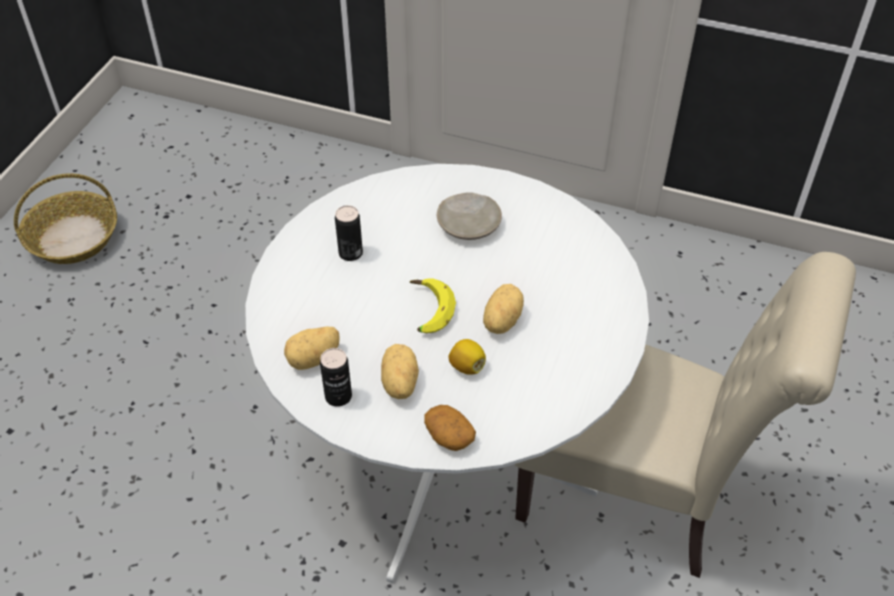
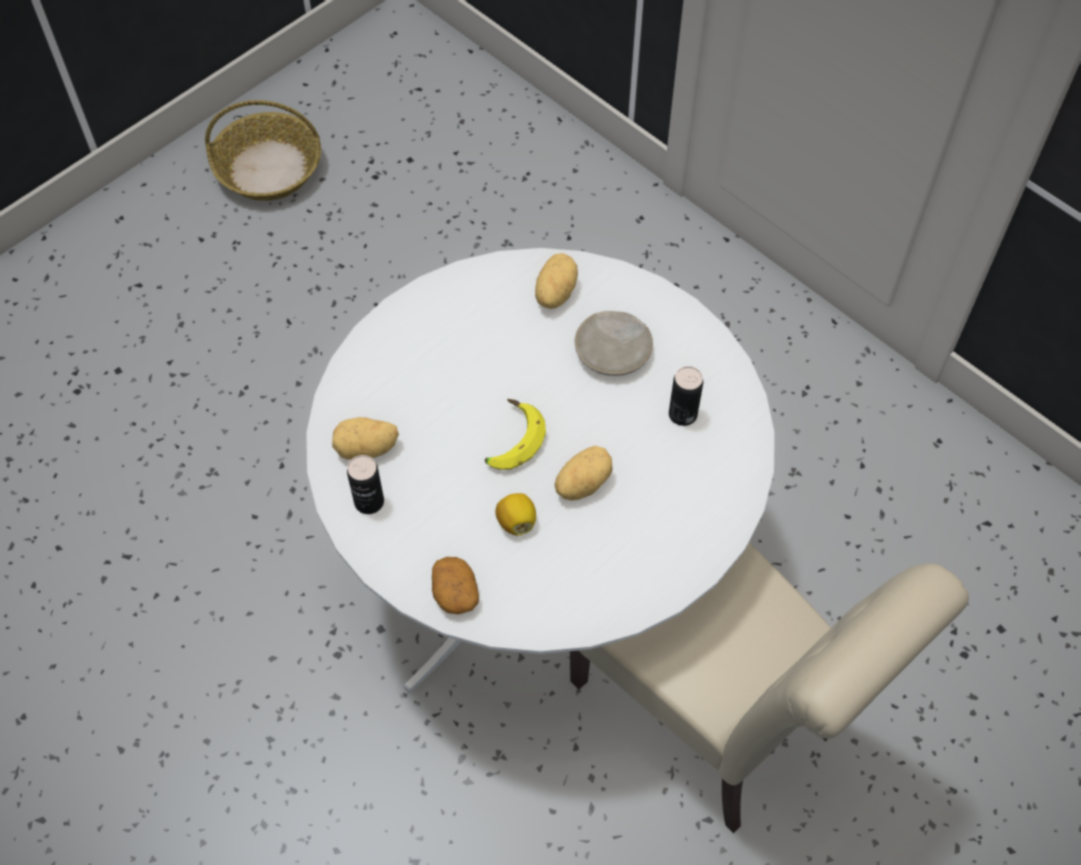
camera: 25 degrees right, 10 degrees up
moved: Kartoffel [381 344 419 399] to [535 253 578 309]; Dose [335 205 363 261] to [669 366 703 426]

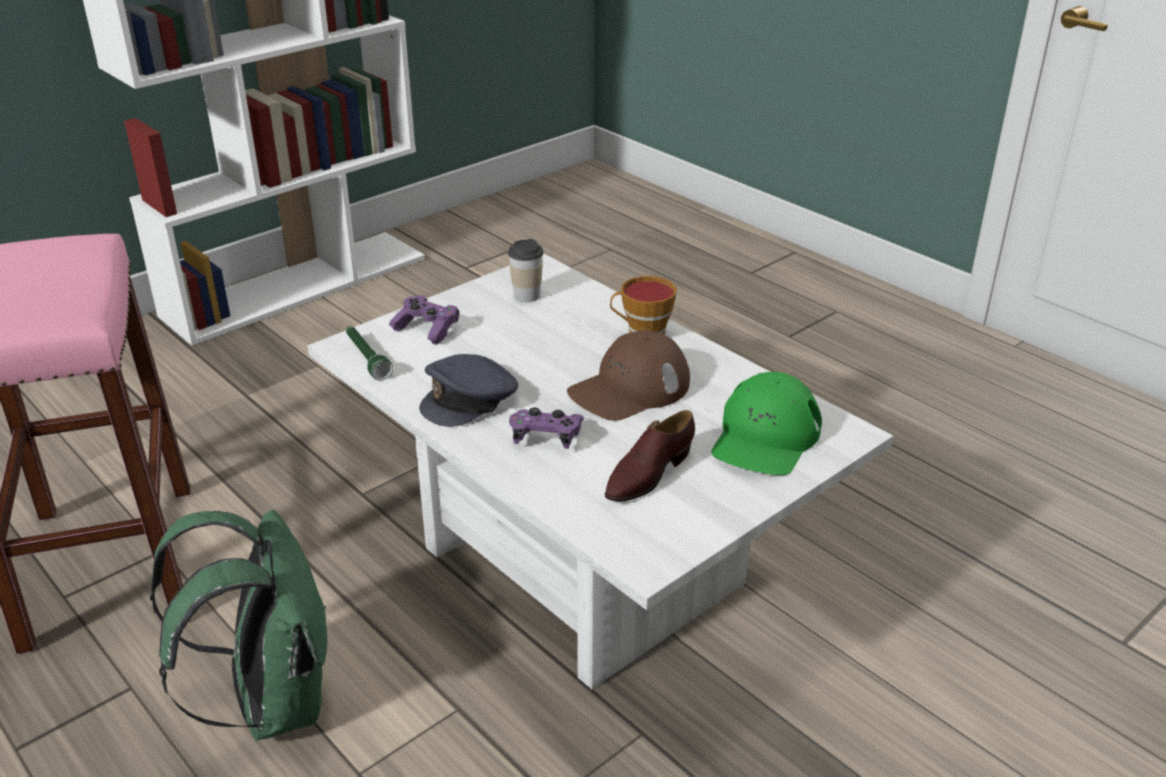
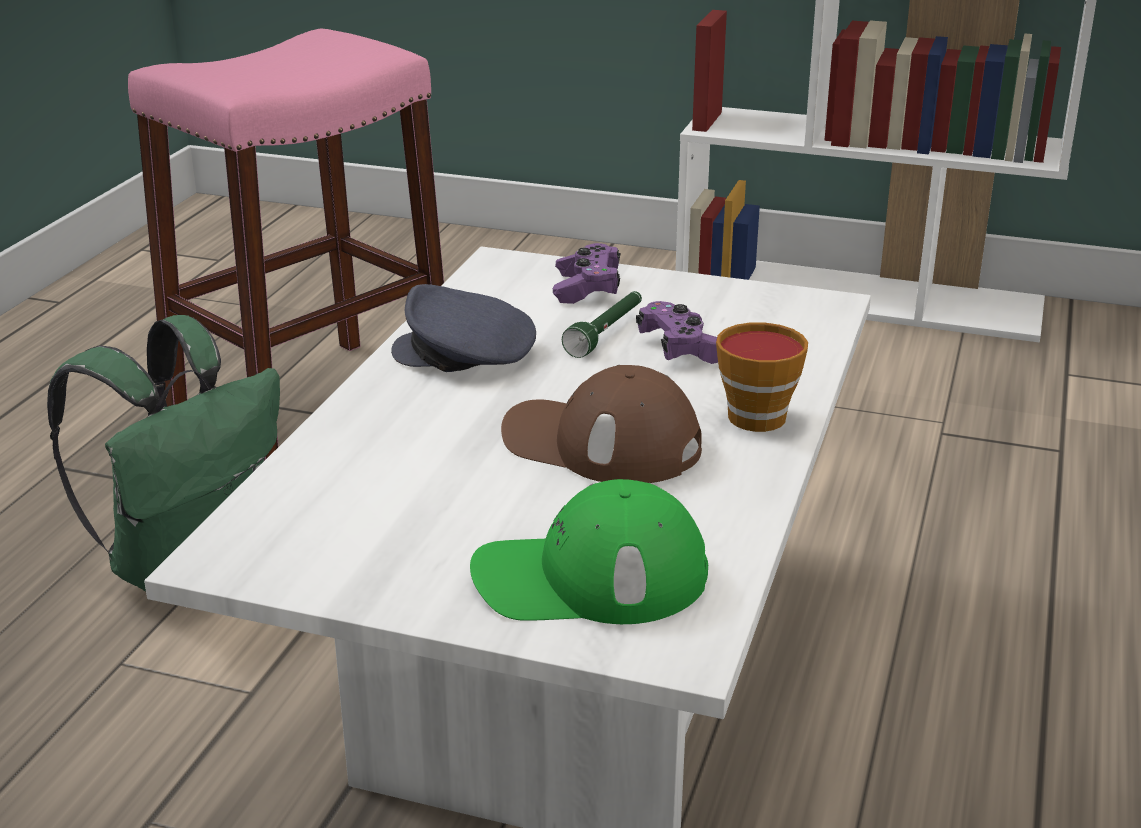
camera: 60 degrees right, 5 degrees down
removed: Tasse [508 239 543 302]; Schuh (braun) [605 410 695 502]
moved: Taschenlampe (grün) [346 326 393 381] to [562 291 642 358]; Gamepad (lila) [509 407 584 449] to [636 301 718 364]

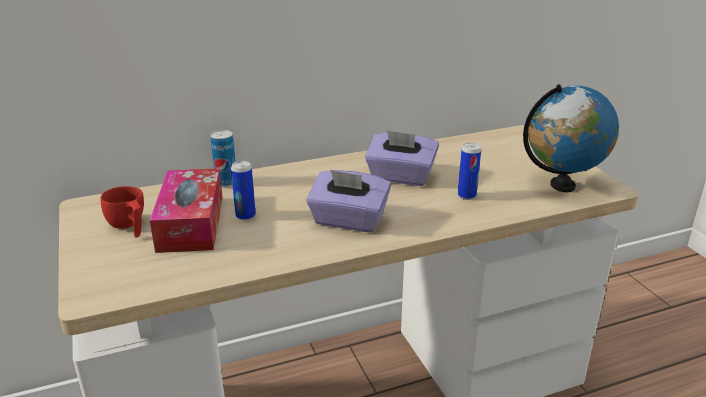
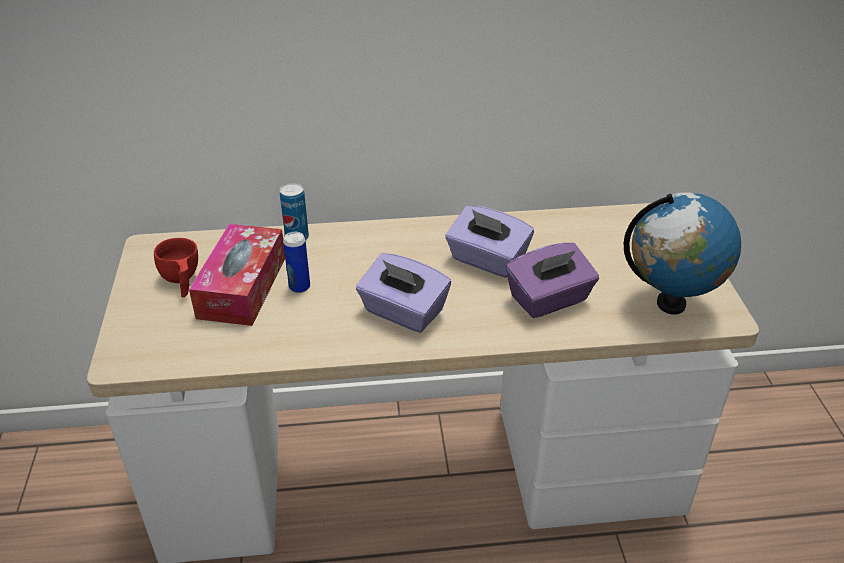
camera: 15 degrees right, 10 degrees up
replaced: Dose [458 143 481 200] to Taschentuchbox (lila) [506 243 599 318]

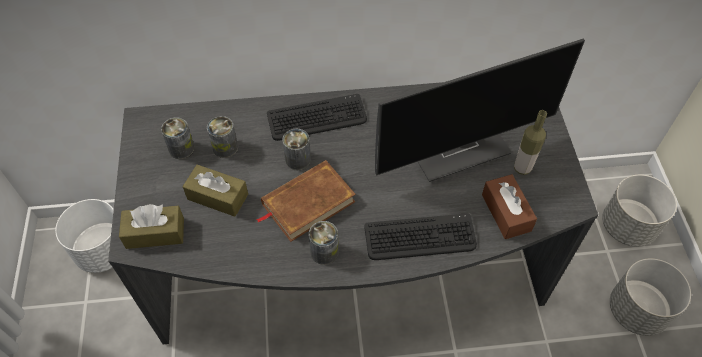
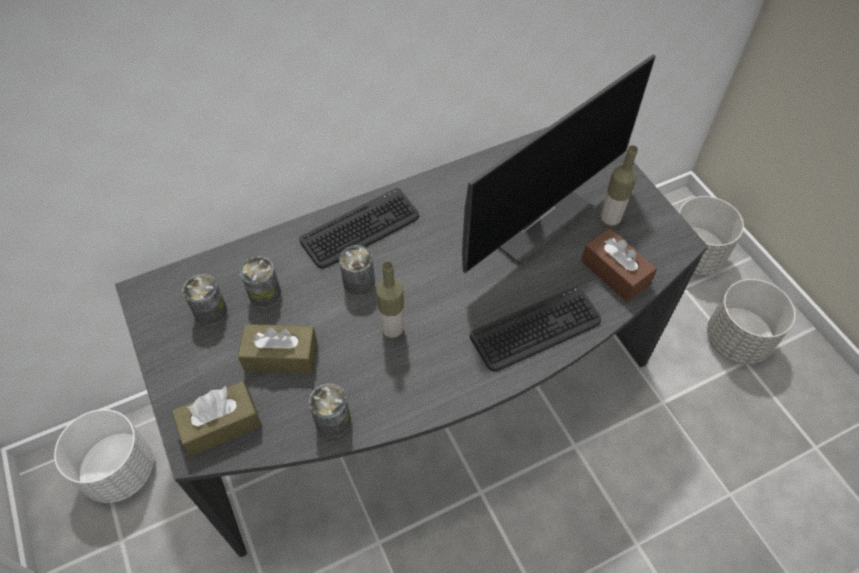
camera: 20 degrees left, 0 degrees up
moved: Dose [309 221 339 265] to [309 384 351 438]
replaced: Buch (braun) [256 160 356 242] to Flasche [376 261 404 339]

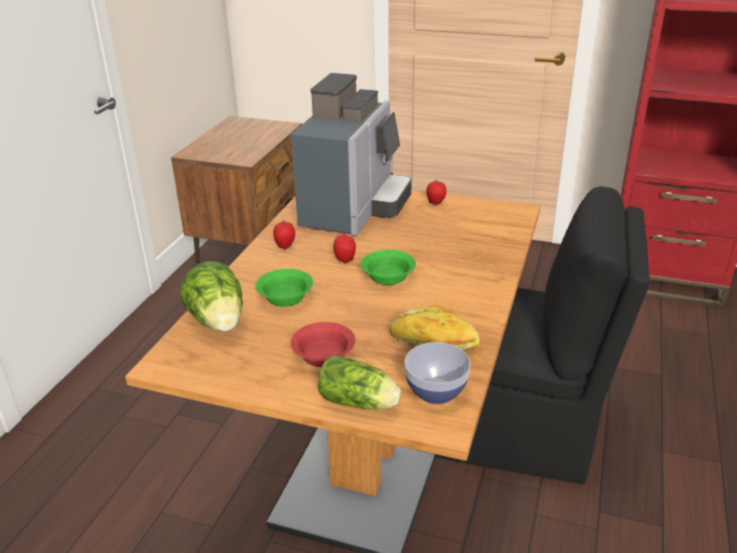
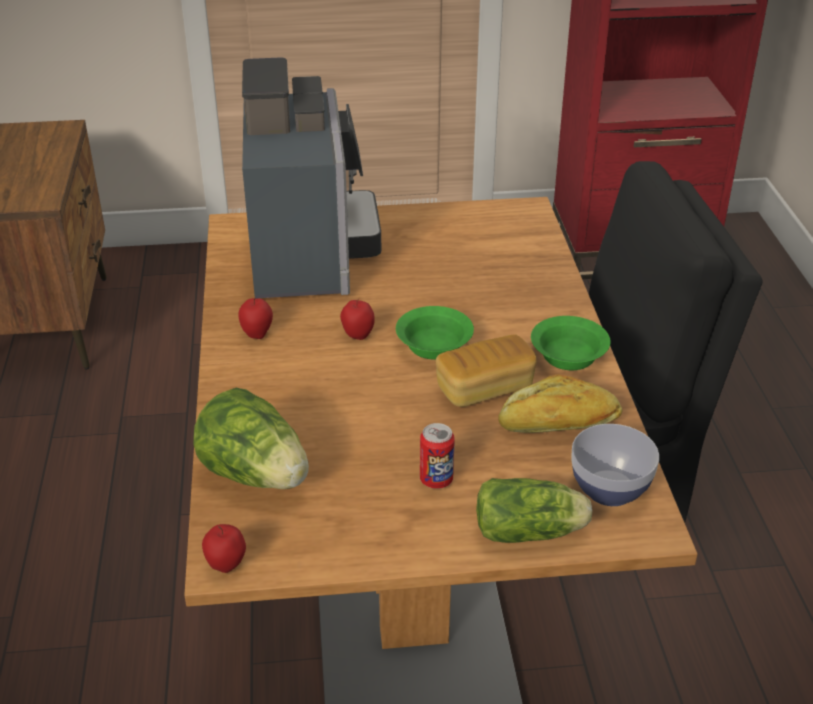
camera: 25 degrees left, 5 degrees up
added: Brot [436 334 537 407]
moved: Apfel [427 178 446 205] to [202 524 246 573]; Schüssel (grün) [255 269 313 307] to [531 316 611 370]
replaced: Schüssel (rot) [291 322 355 367] to Dose [420 423 455 489]

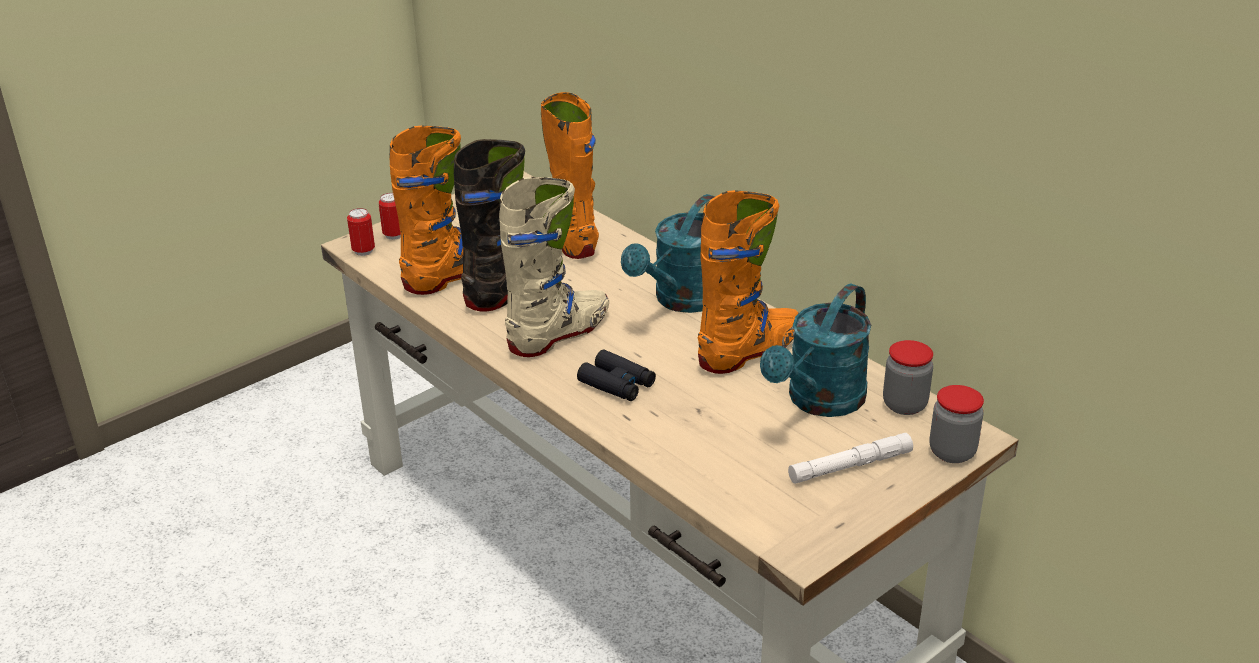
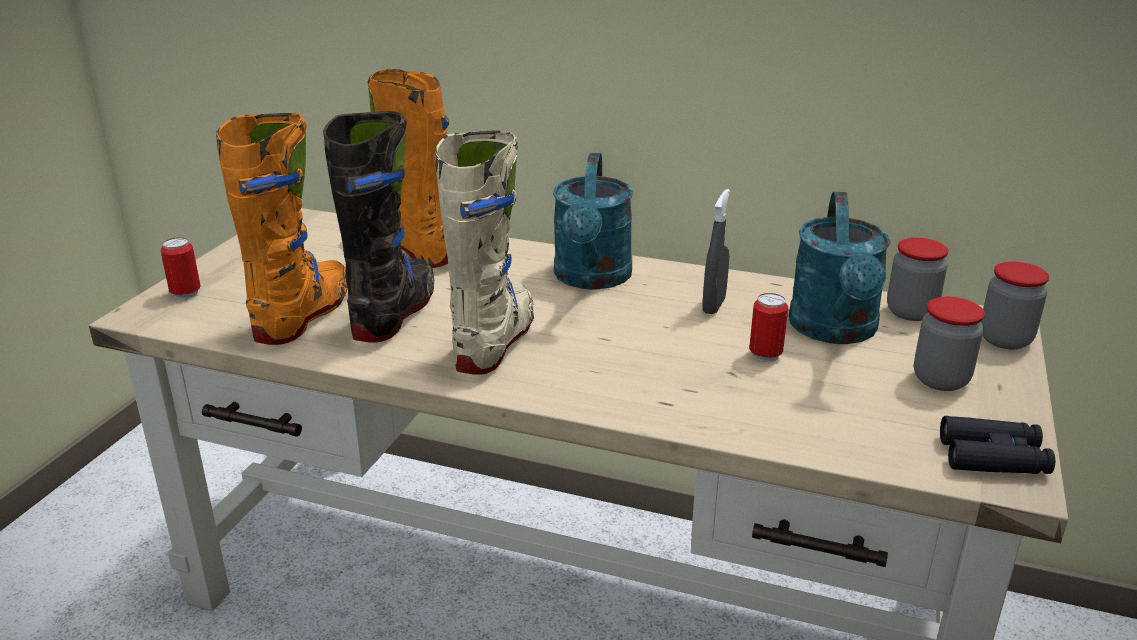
camera: 30 degrees left, 5 degrees down
moved: Dose [347 208 375 256] to [749 293 788 362]; Fernglas (schwarz) [577 350 656 401] to [940 416 1055 474]
replaced: Stiefel (orange) [698 190 799 374] to Sprühflasche (grau) [702 189 730 314]; Taschenlampe (weiß) [788 433 913 484] to Vorratsglas [914 297 985 391]

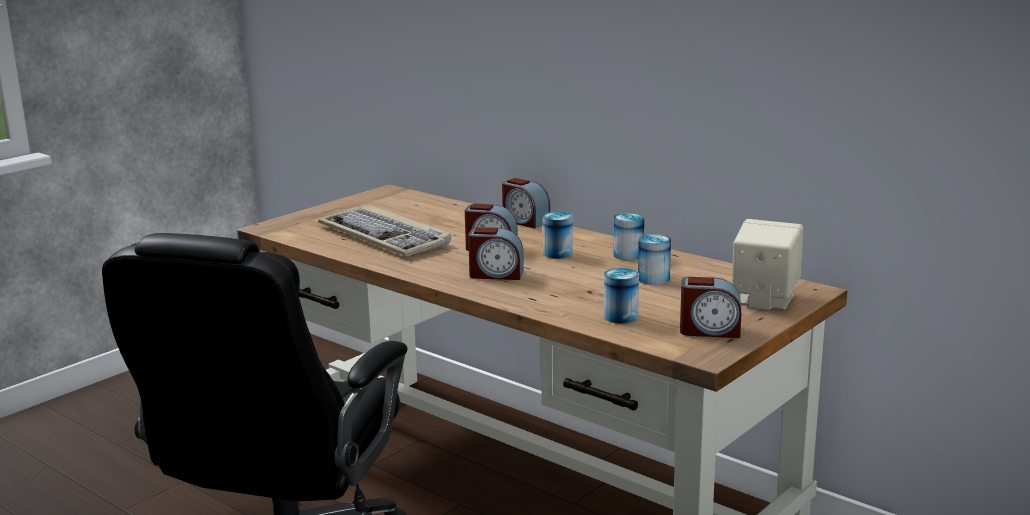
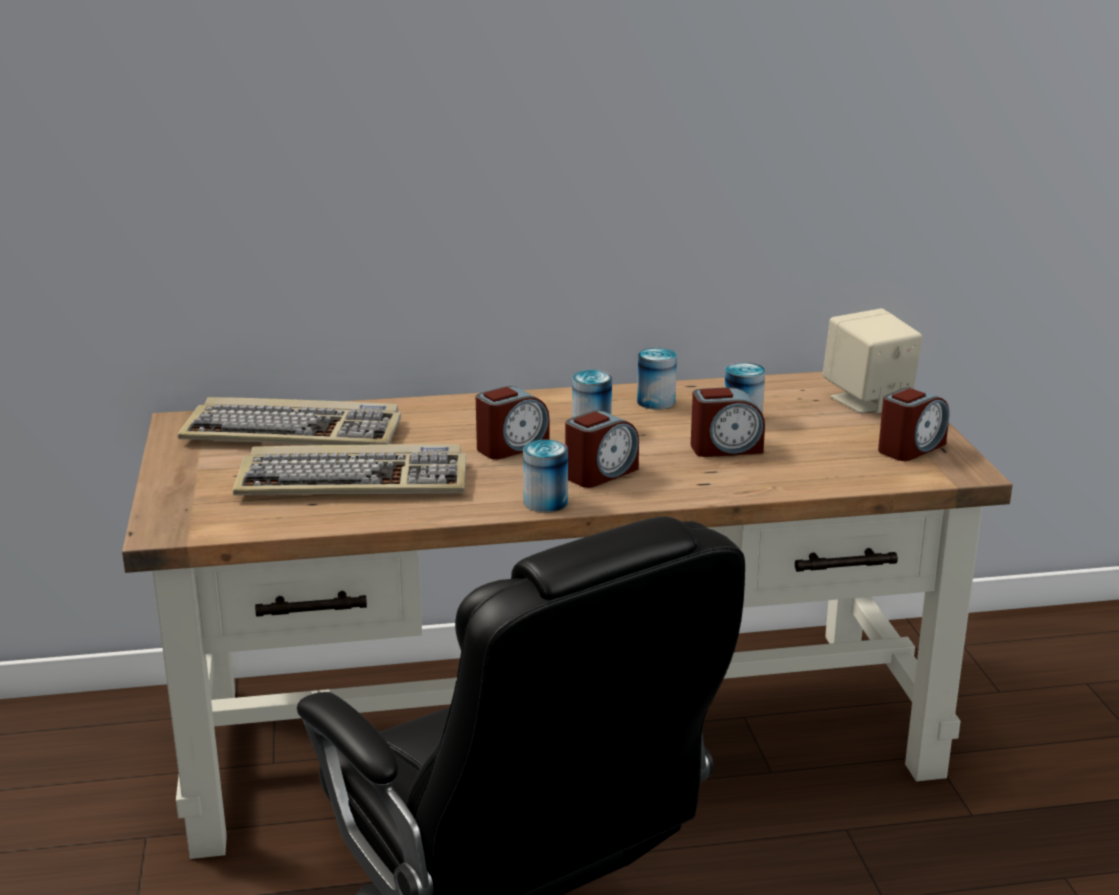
camera: 50 degrees left, 5 degrees up
added: Tastatur [178 397 401 445]
moved: Dose [604 268 639 324] to [523 440 568 513]; Wecker [502 178 550 229] to [691 387 765 457]

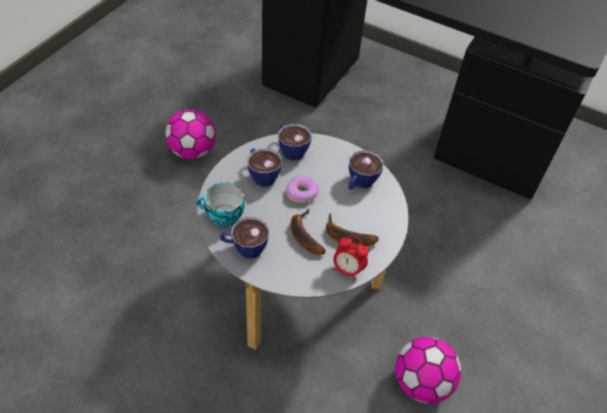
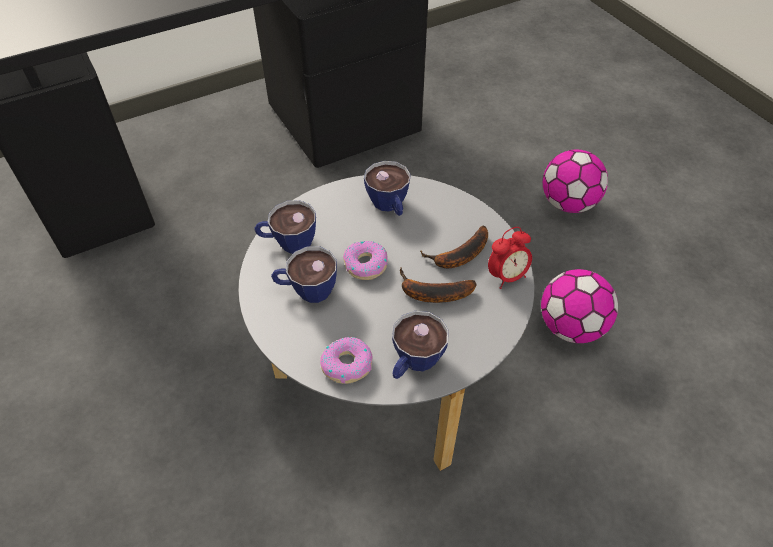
camera: 55 degrees left, 0 degrees up
moved: Fußball [165 109 216 159] to [543 149 608 213]
replaced: Tasse [196 182 245 227] to Donut [320 337 373 384]

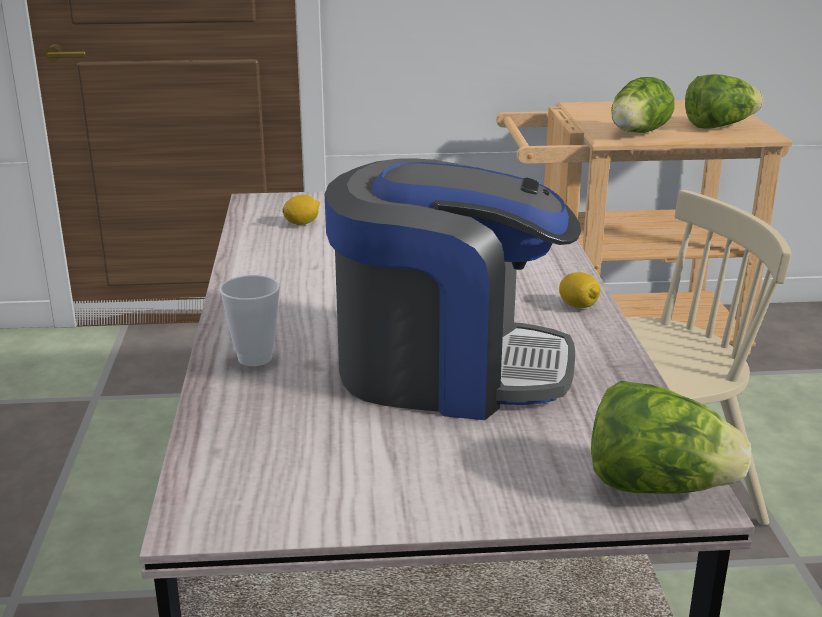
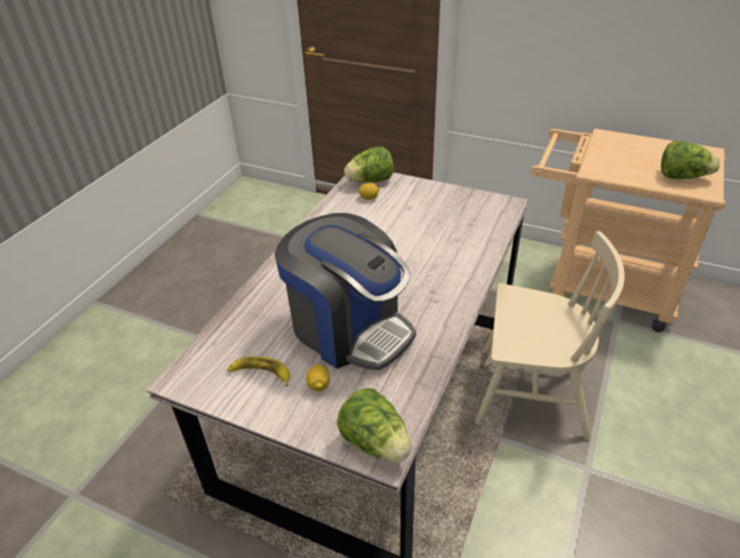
camera: 30 degrees right, 15 degrees up
removed: Tasse [220 275 280 366]
added: Banane [227 356 290 386]
moved: Zitrone [559 272 600 308] to [306 365 330 392]; Salatkopf [611 77 675 133] to [344 146 394 182]

